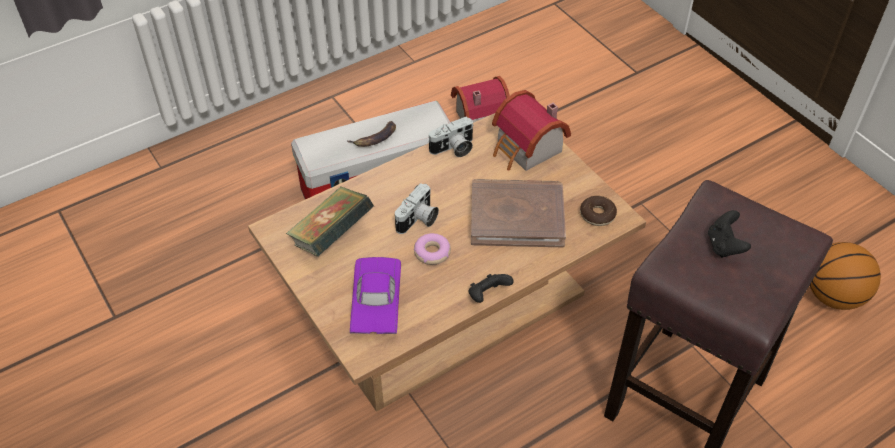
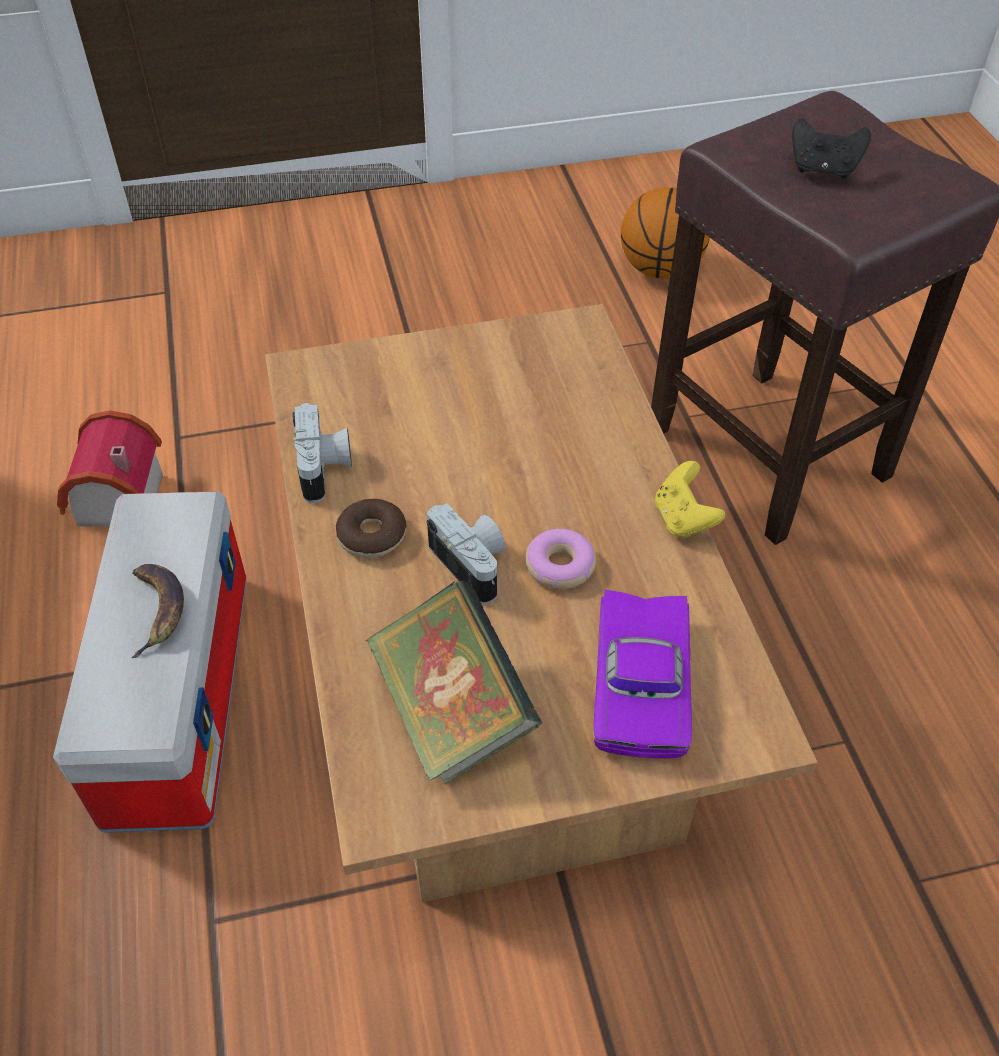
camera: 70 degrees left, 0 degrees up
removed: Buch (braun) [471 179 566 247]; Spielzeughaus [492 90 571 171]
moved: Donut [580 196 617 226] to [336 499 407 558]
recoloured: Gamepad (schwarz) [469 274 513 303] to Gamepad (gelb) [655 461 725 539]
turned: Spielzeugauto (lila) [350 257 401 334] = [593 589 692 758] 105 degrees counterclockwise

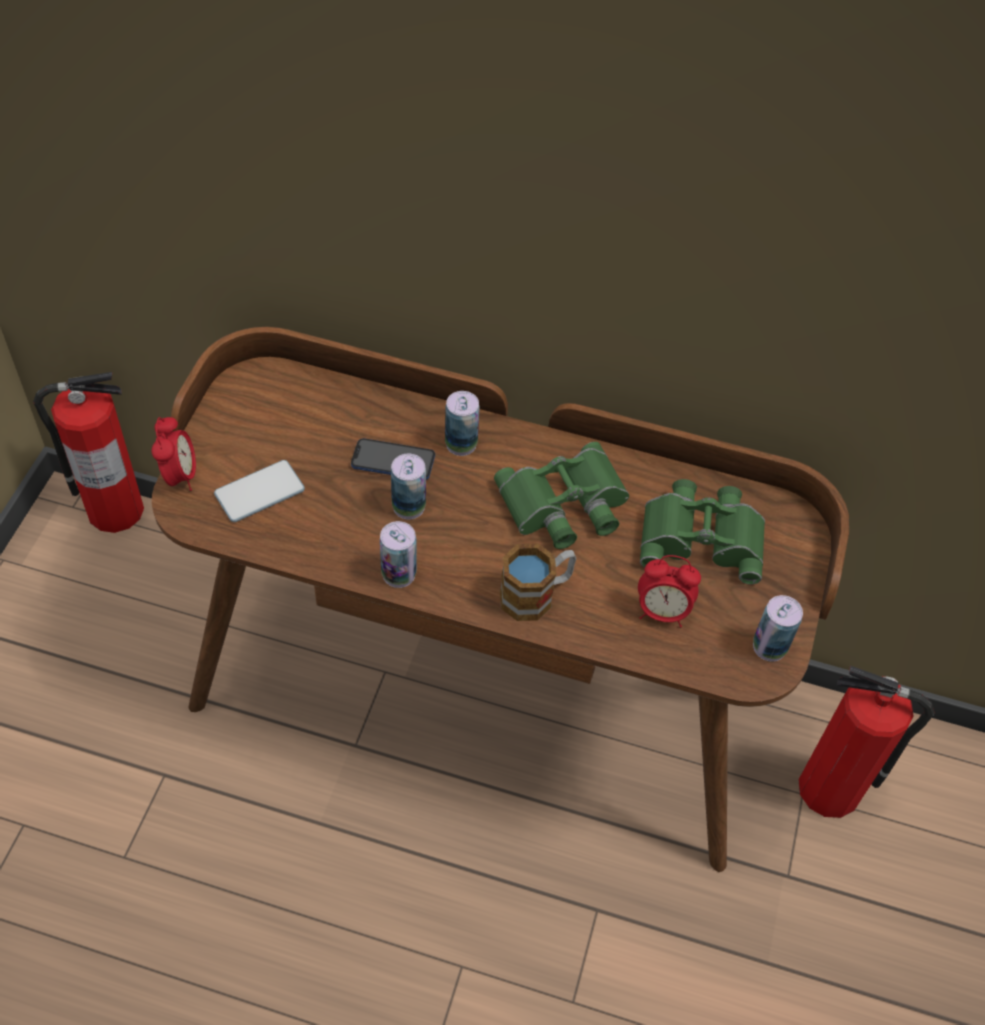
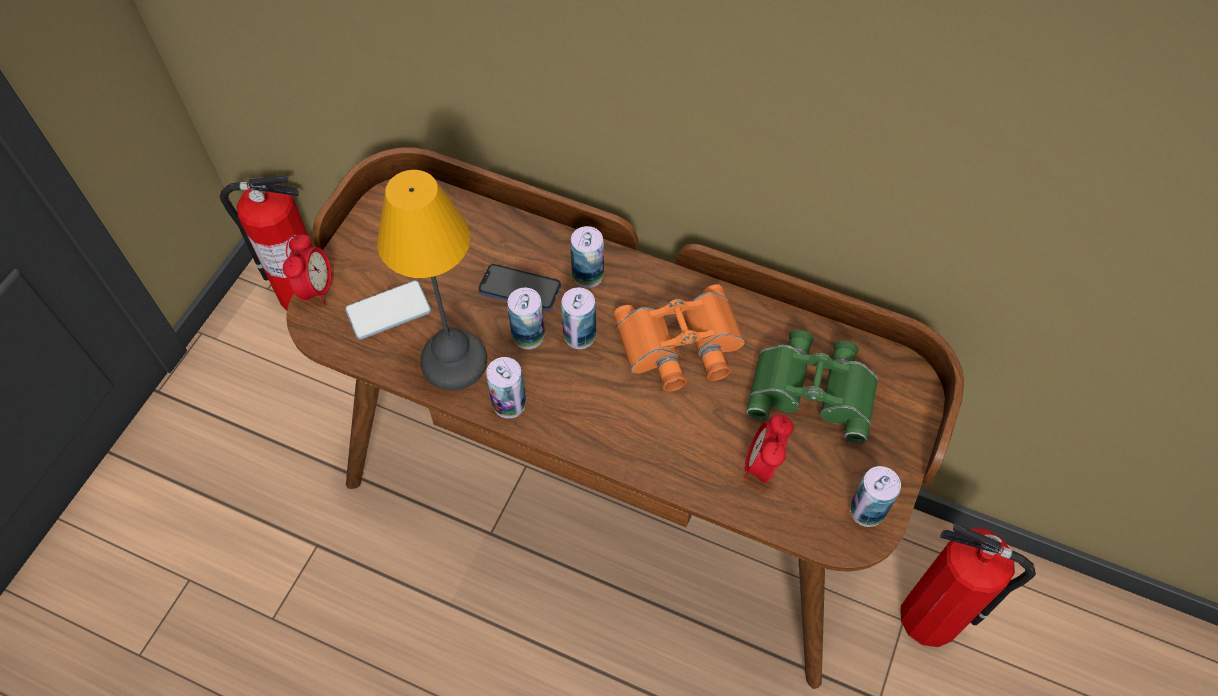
camera: 10 degrees right, 5 degrees up
removed: Henkelbecher [500 544 577 621]
added: Tischlampe [377 170 487 390]; Dose [561 288 596 349]
recoloured: Fernglas (grün) [494 442 629 549] to Fernglas (orange) [614 284 745 391]
turned: Wecker [638 555 701 627] = [744 414 793 483] 90 degrees clockwise

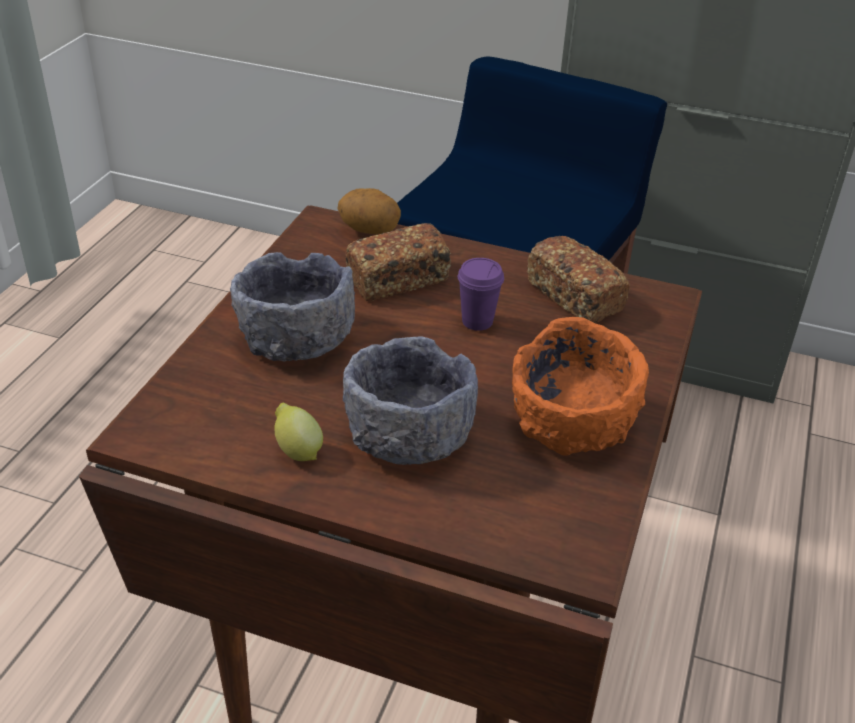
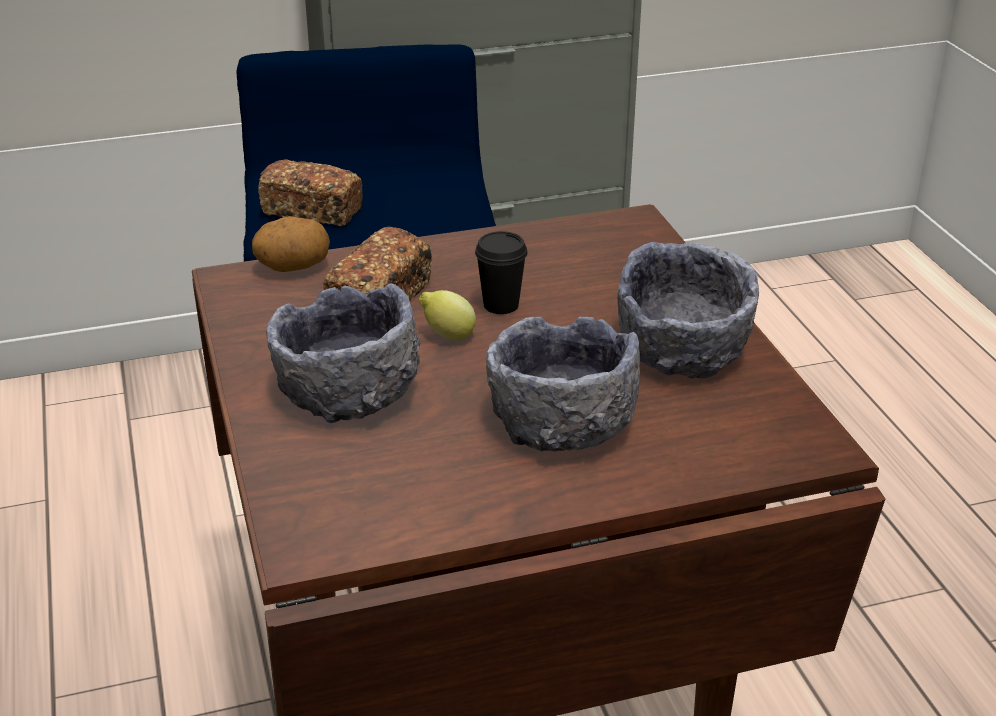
camera: 35 degrees left, 5 degrees down
moved: Brot [527 236 630 323] to [258 159 363 226]; Zitrone [275 403 323 461] to [419 290 476 340]
recoloured: Tasse (lila) [458 258 504 331] to Tasse (schwarz) [475 231 528 314]; Schüssel (orange) [512 317 649 456] to Schüssel (grau) [617 242 759 379]

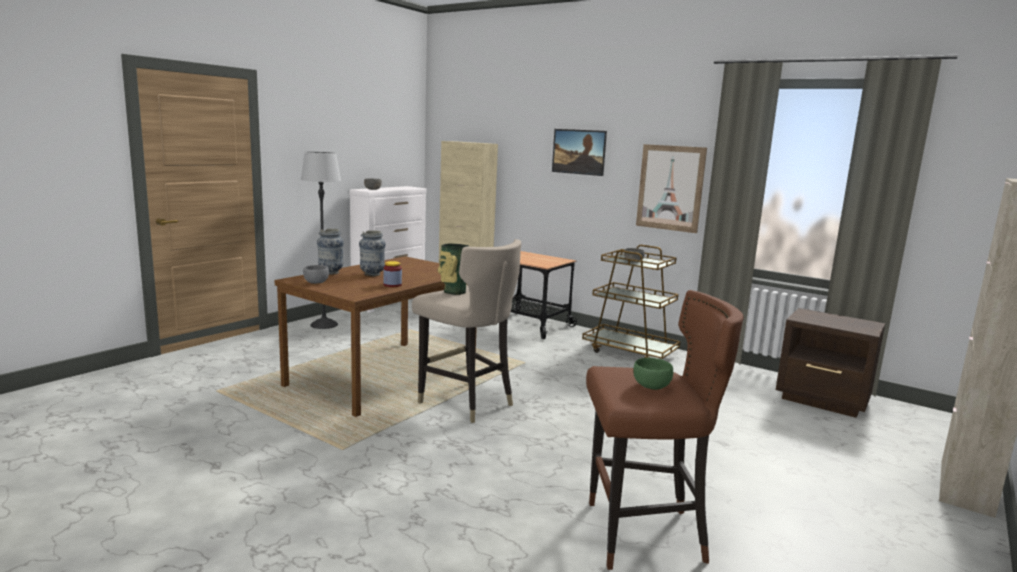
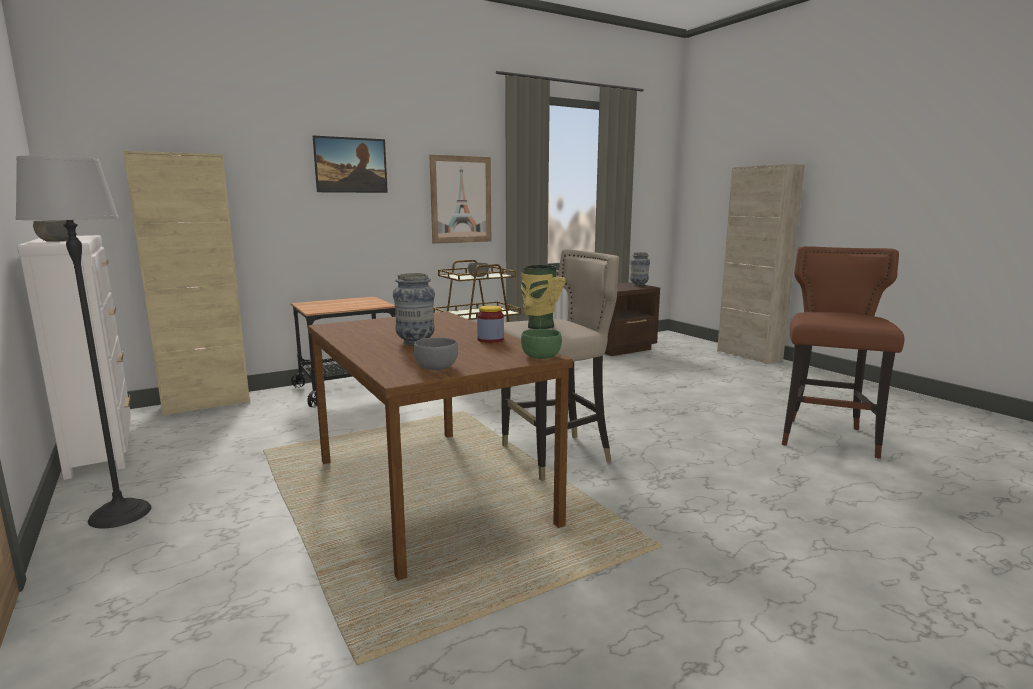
camera: 65 degrees left, 0 degrees up
moved: Schüssel (grün) [633 358 673 390] to [521 329 562 359]; Vase [317 229 344 275] to [630 252 650 286]

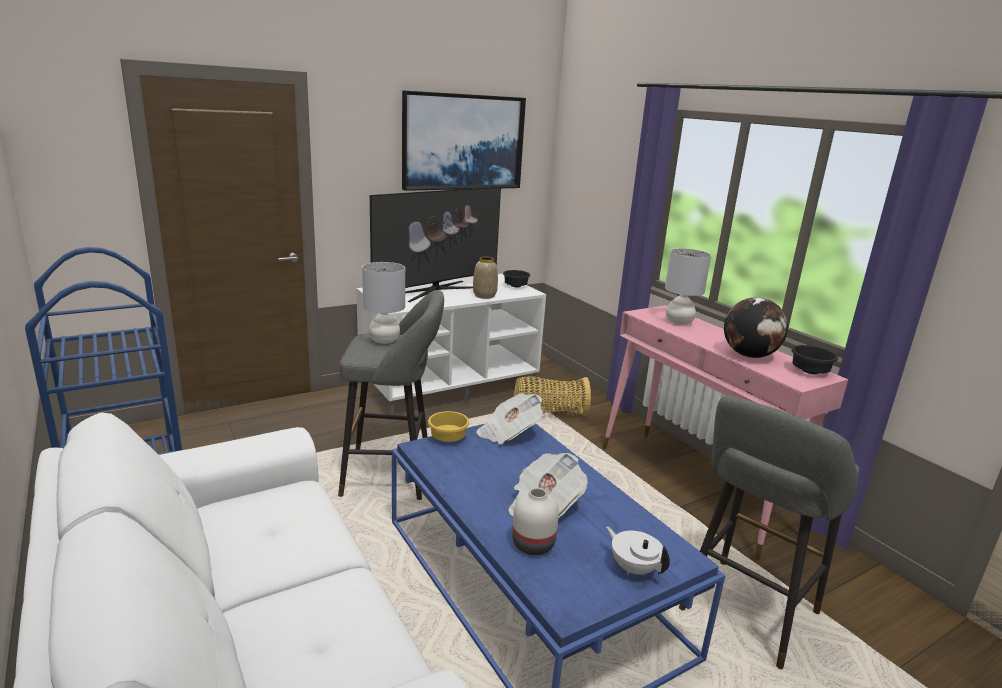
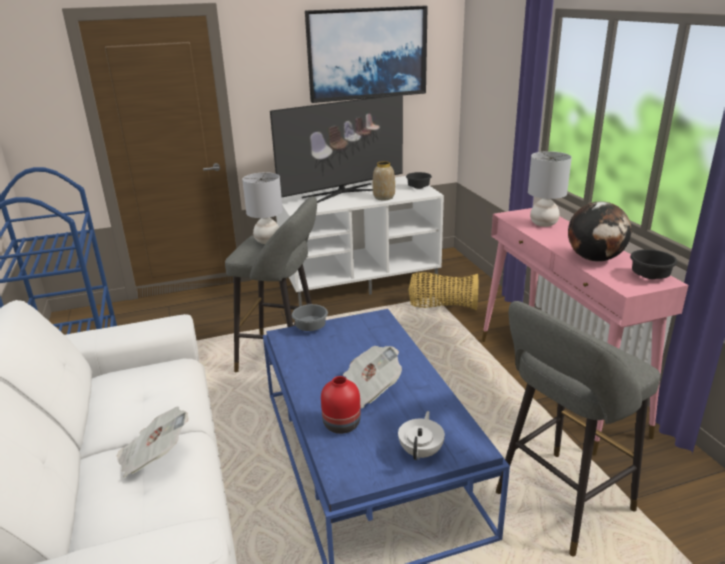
camera: 15 degrees right, 5 degrees up
moved: Zeitung [477 393 543 444] to [116 407 188 478]
recoloured: Schüssel (gelb) [428 411 470 442] to Schüssel (grau) [292 304 328 331]; Vase (weiß) [512 488 559 555] to Vase (rot) [321 376 361 434]
turned: Teekanne (weiß) [606 526 670 576] = [398 411 445 460] 45 degrees clockwise

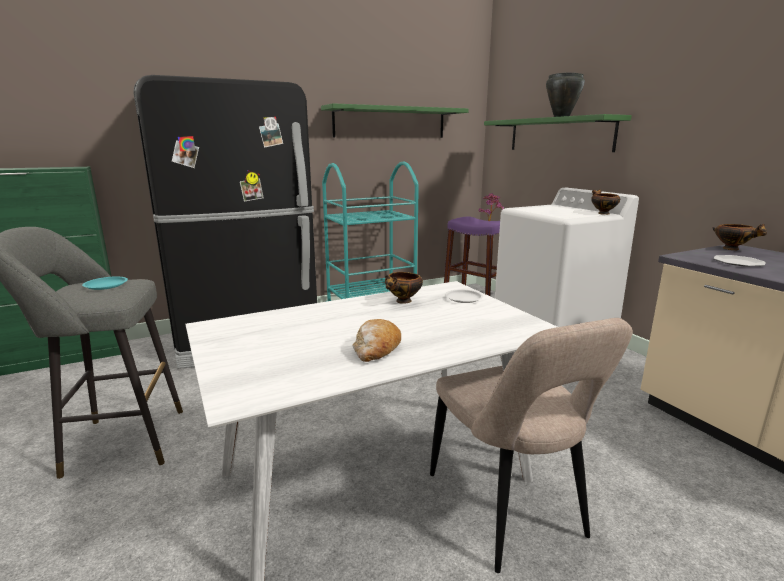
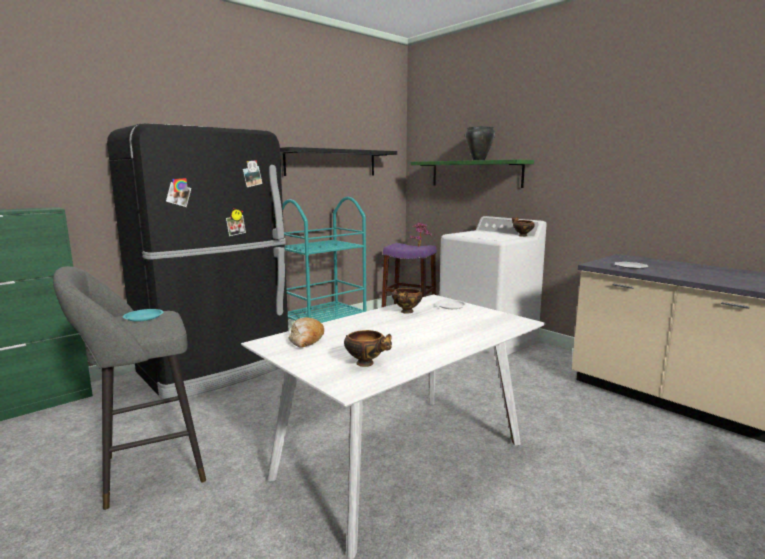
camera: 15 degrees left, 5 degrees down
removed: Stuhl (beige) [430 318 633 573]
moved: Brot [353 319 401 362] to [289 317 324 348]; Schüssel [713 224 767 250] to [344 330 392 367]
recoloured: Wandregal (grün) [321 103 469 138] to Wandregal (schwarz) [280 147 397 176]

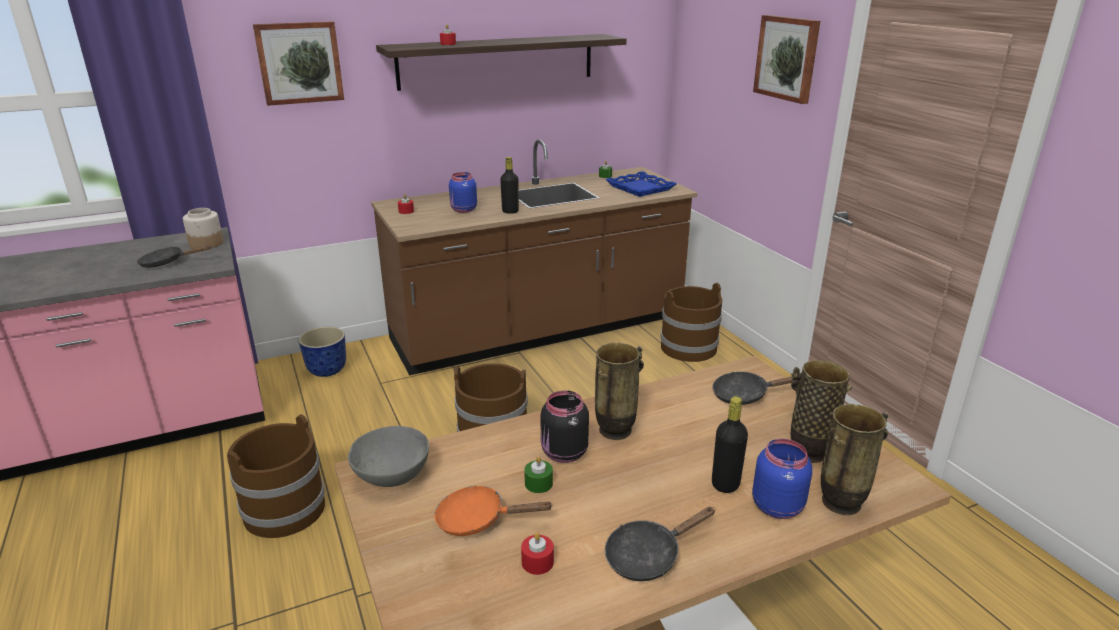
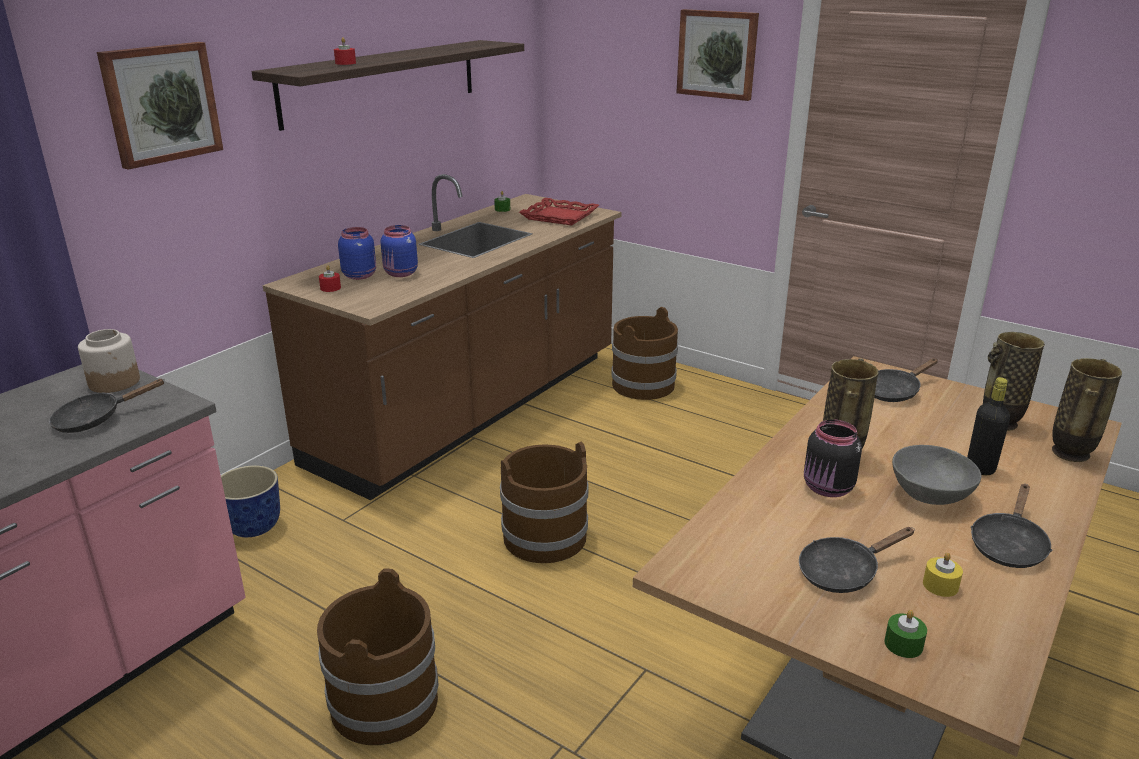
camera: 30 degrees left, 0 degrees up
removed: Flasche (schwarz) [500 157 519 214]
moved: Vorratsglas (blau) [752 439 812 519] to [338 227 376 280]; Kerze (grün) [524 456 553 493] to [884 610 927 658]; Schüssel (grau) [348 426 429 487] to [892 445 982 505]
recoloured: Tablett (blau) [605 171 677 197] to Tablett (rot) [519 198 599 225]; Pfanne (orange) [434 485 552 536] to Pfanne (schwarz) [799 527 915 593]; Kerze (rot) [521 532 554 575] to Kerze (gelb) [923 553 963 597]

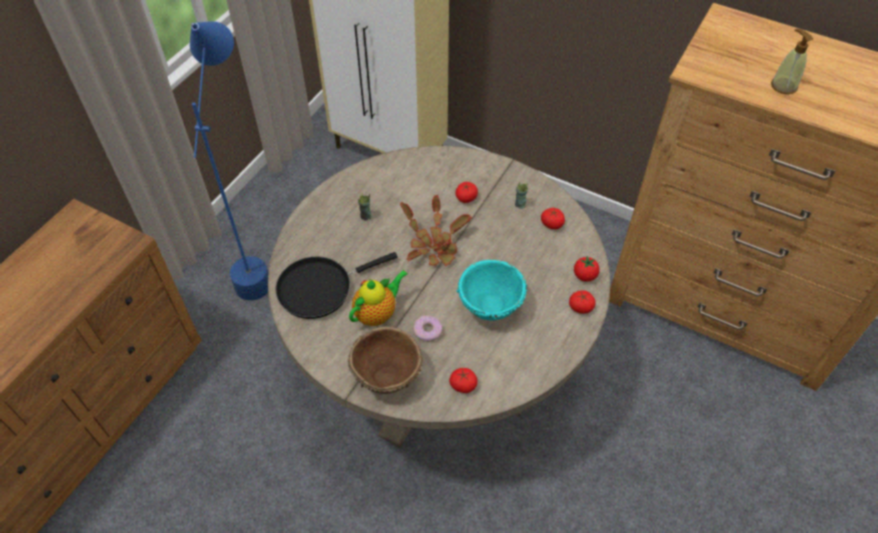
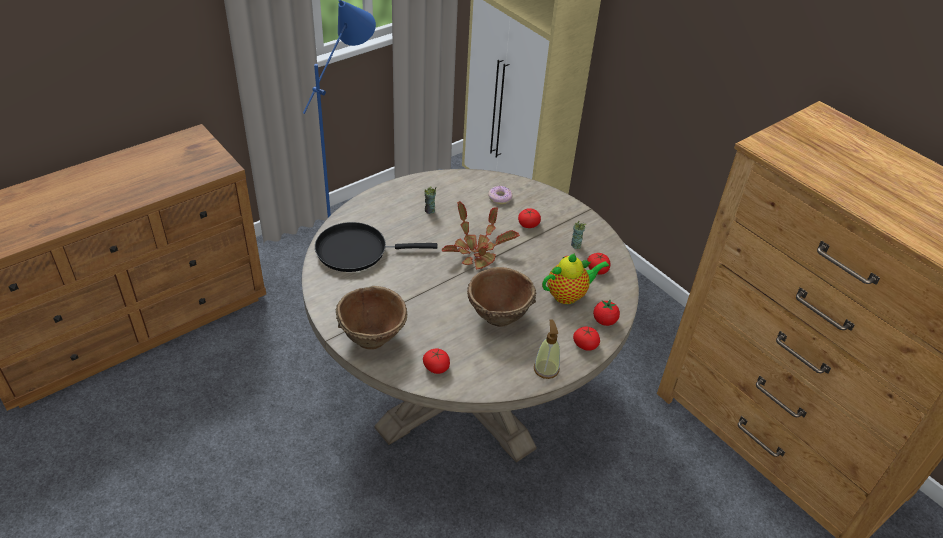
camera: 20 degrees right, 10 degrees down
moved: Donut [413 315 443 342] to [488 186 512 204]; Seifenspender [771 29 813 94] to [534 319 560 379]; Teekanne [349 270 408 326] to [542 253 609 304]
recoloured: Schüssel (türkis) [456 260 527 321] to Schüssel (braun) [467 267 536 327]

